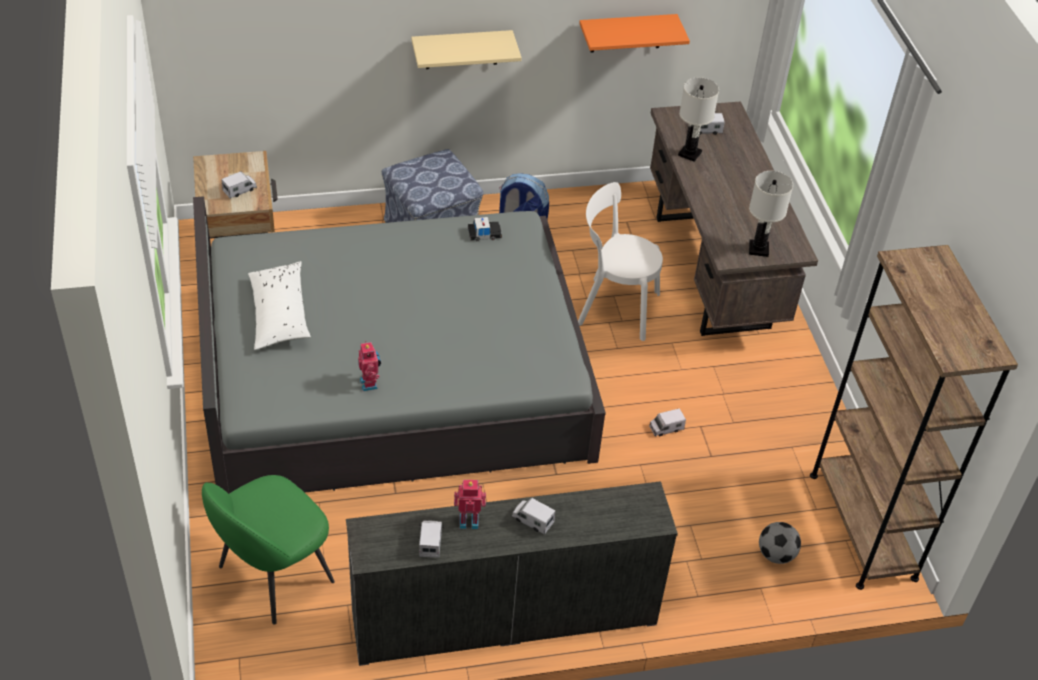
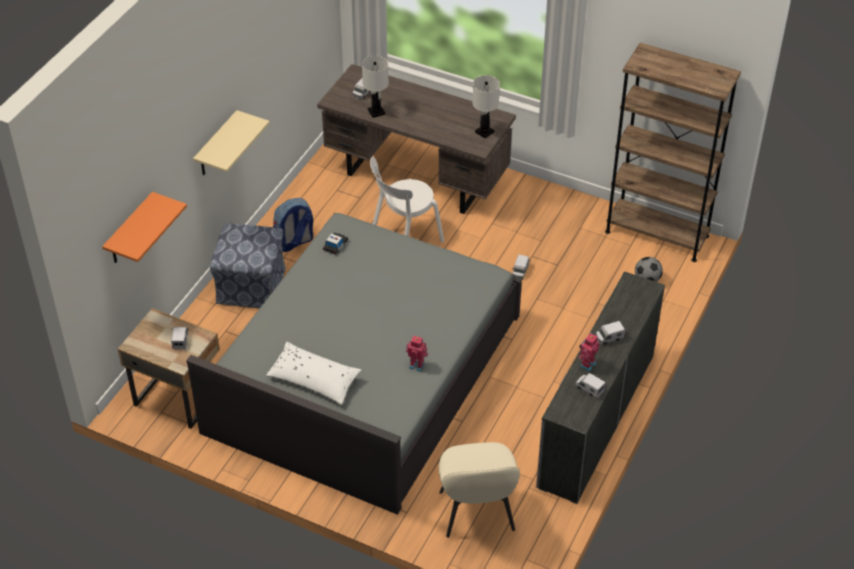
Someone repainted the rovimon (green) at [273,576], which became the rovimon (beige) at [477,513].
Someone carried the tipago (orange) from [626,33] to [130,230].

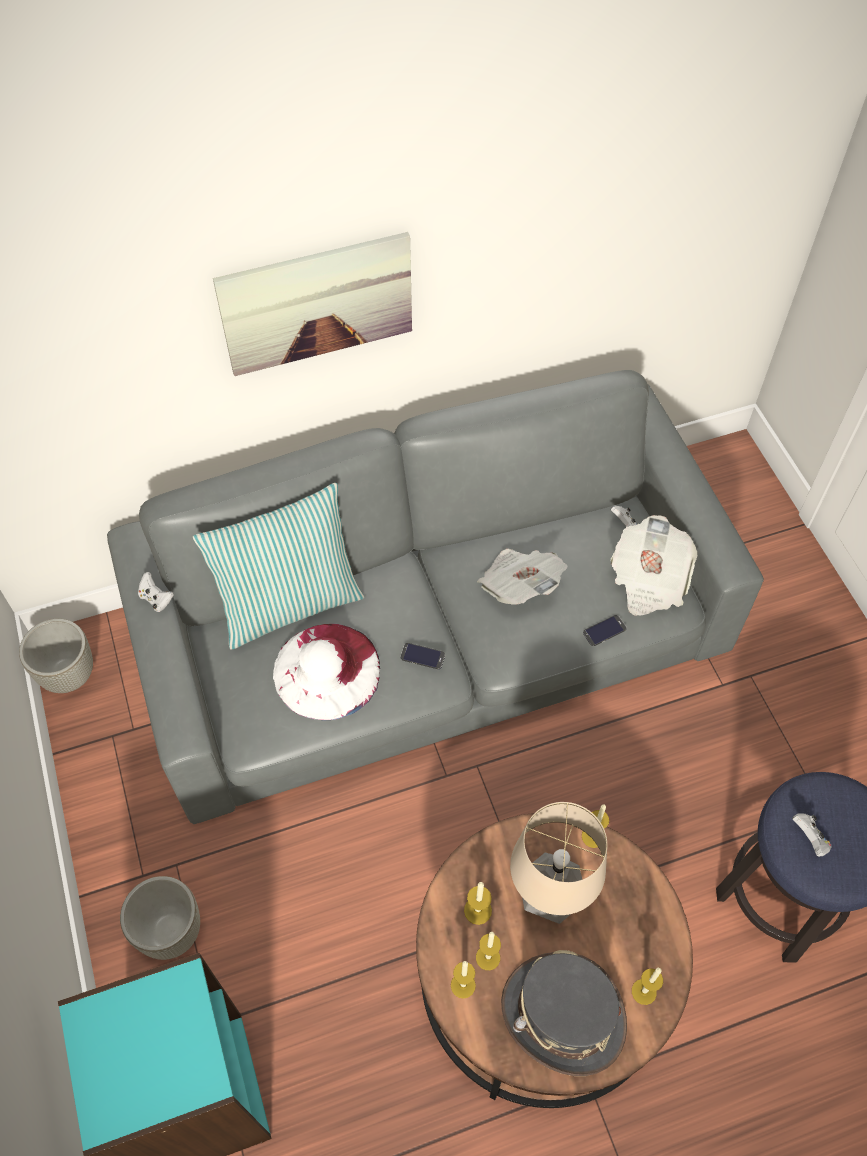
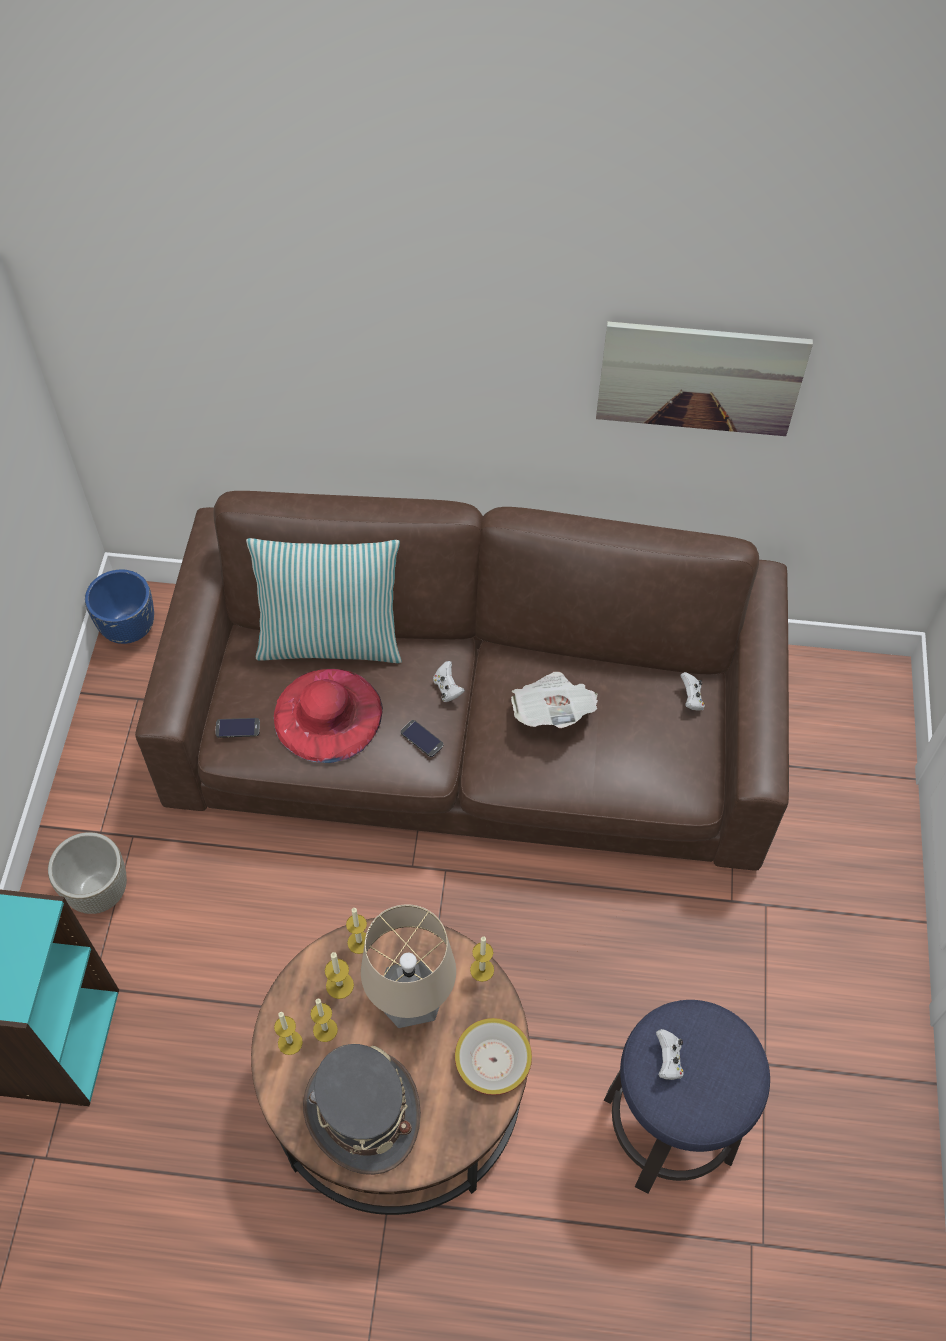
Someone repainted the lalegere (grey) at [69,675], which became the lalegere (blue) at [129,629].
Someone repainted the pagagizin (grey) at [433,635], which became the pagagizin (brown) at [472,731].
Someone carried the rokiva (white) from [156,599] to [447,689].
Someone carried the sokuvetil from [317,304] to [699,378].
Someone repainted the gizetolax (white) at [327,670], which became the gizetolax (red) at [328,714].
Someone carried the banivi from [604,631] to [237,728].
Someone took away the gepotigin at [648,580].
Someone carried the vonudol from [644,991] to [359,942].
Someone put down the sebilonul at [493,1060].

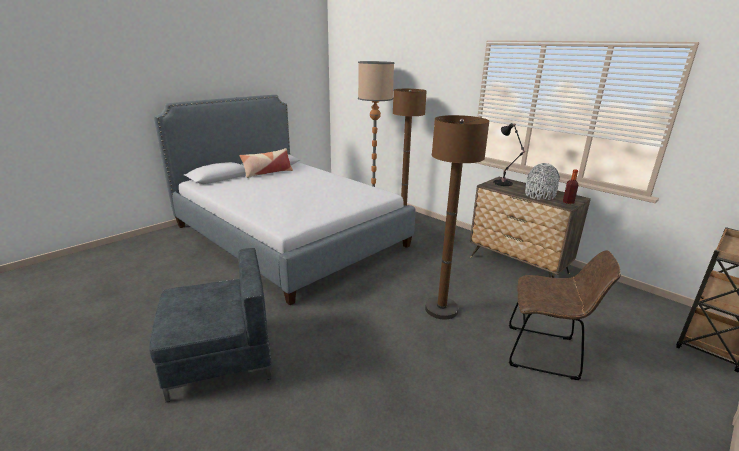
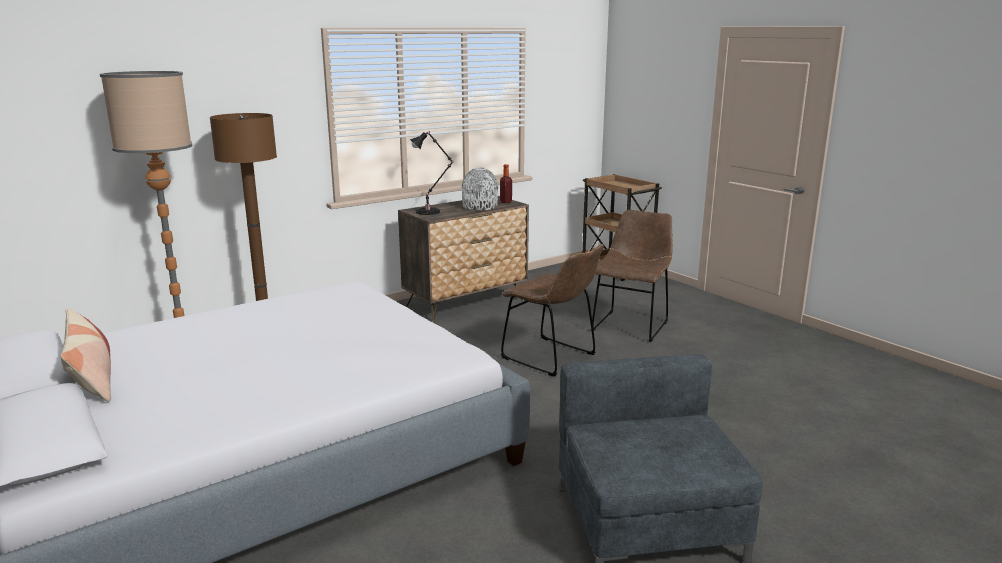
Someone swapped the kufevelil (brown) at [441,309] for the rovimon (brown) at [552,358].

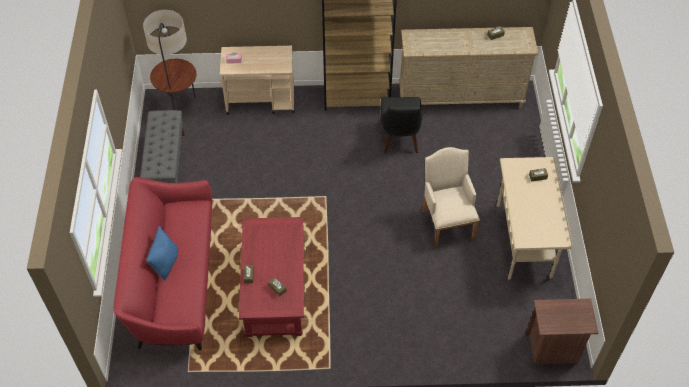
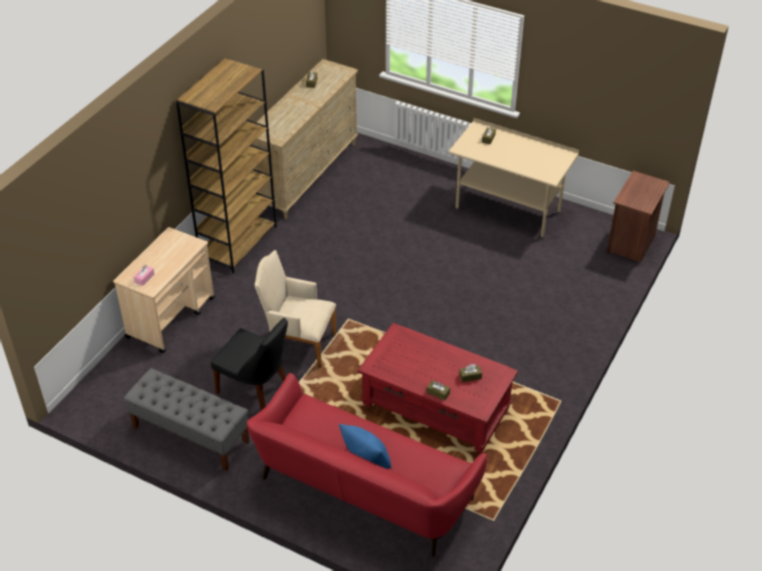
Someone took away the kufevelil at [179,106].
Someone carried the rovimon (black) from [399,139] to [255,389].
Someone carried the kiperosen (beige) from [447,221] to [298,344].

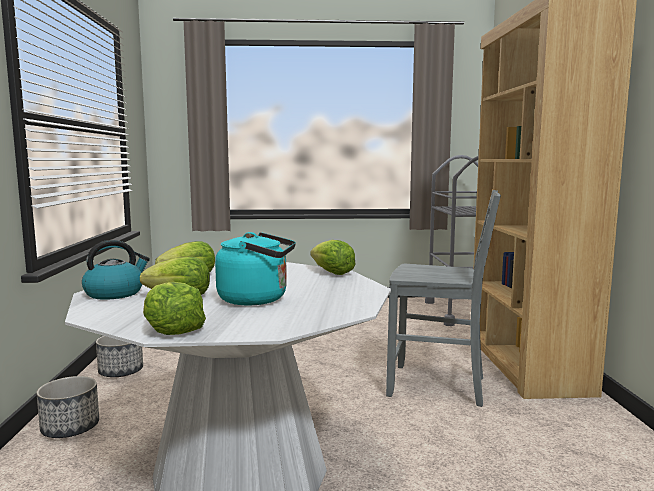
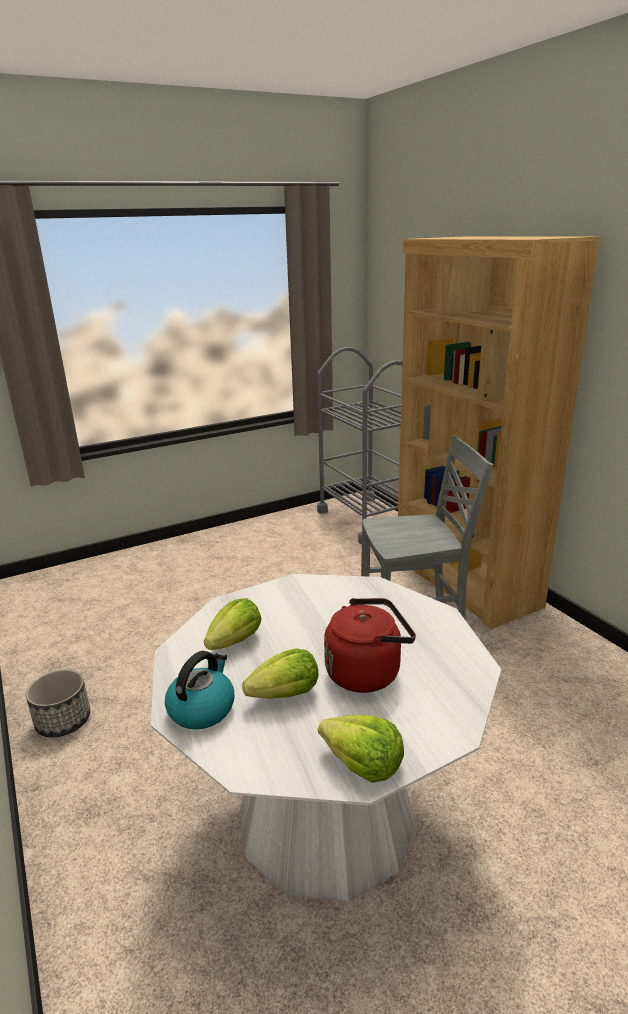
Someone took away the lalegere at [70,428].
Someone repainted the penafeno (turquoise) at [257,299], which became the penafeno (red) at [367,672].
Someone took away the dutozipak at [332,273].

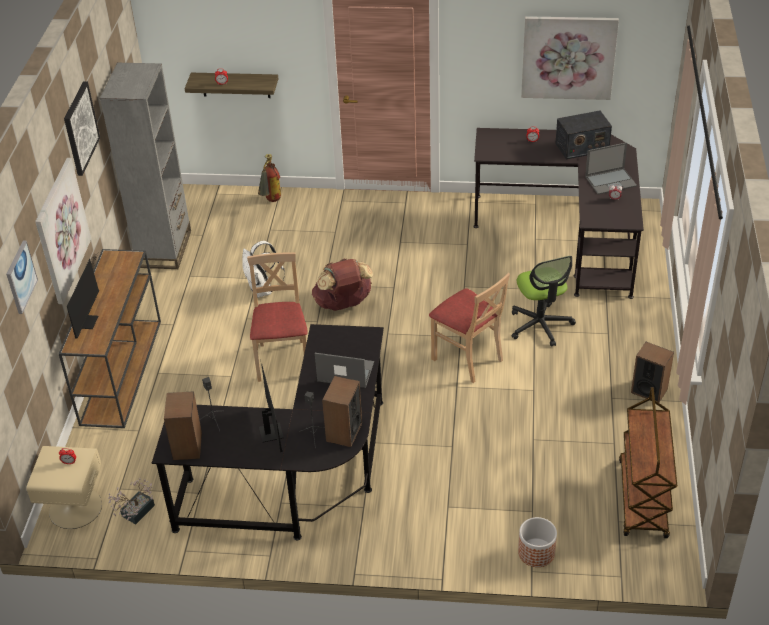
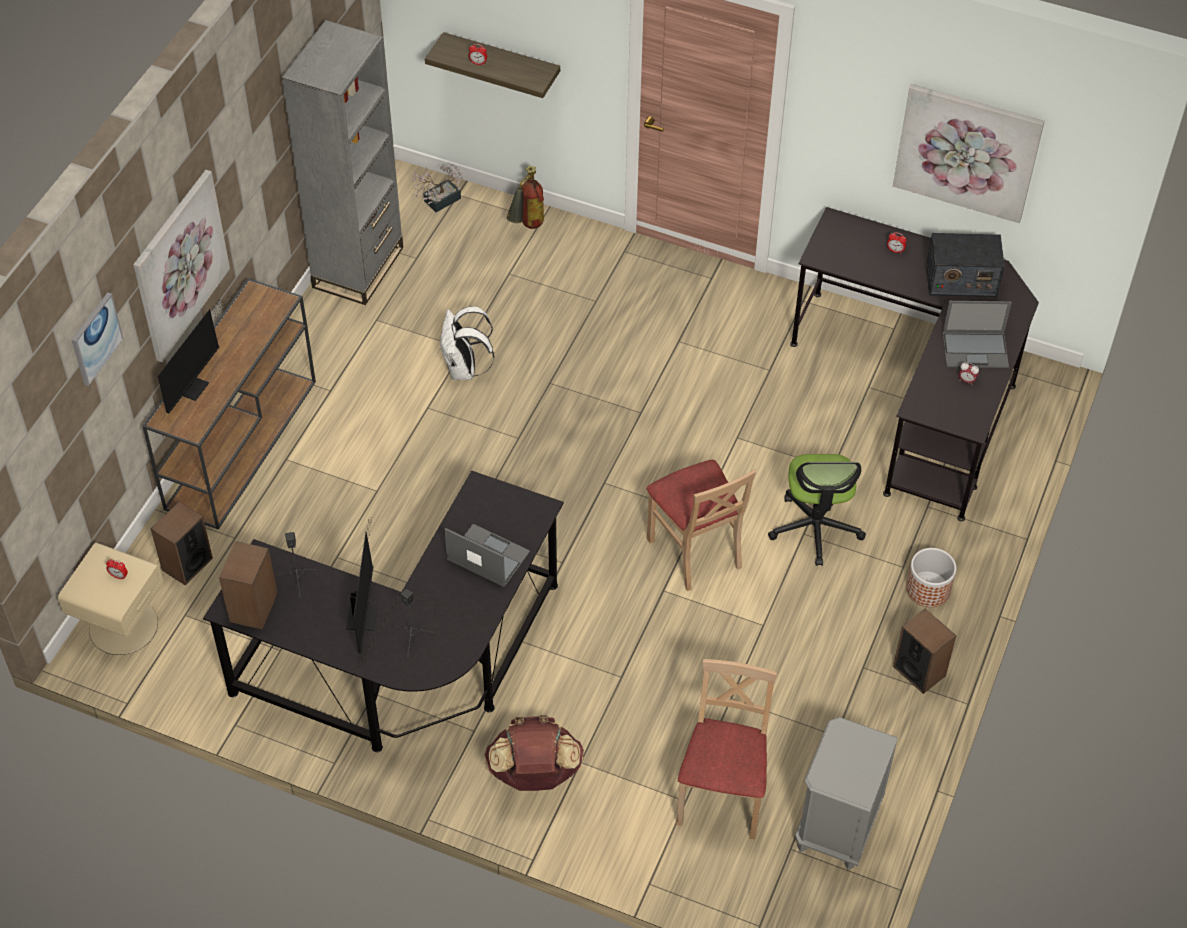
Someone took away the sokuvetil at [80,128].
Someone carried the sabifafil from [135,513] to [438,201].
Someone carried the rovimon (beige) from [283,360] to [722,796].
Someone carried the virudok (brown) from [343,304] to [534,774].
Someone carried the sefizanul from [344,432] to [187,564].
Someone carried the lalegere from [536,553] to [928,589].
Someone swapped the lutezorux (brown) at [643,499] for the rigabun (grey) at [837,827].

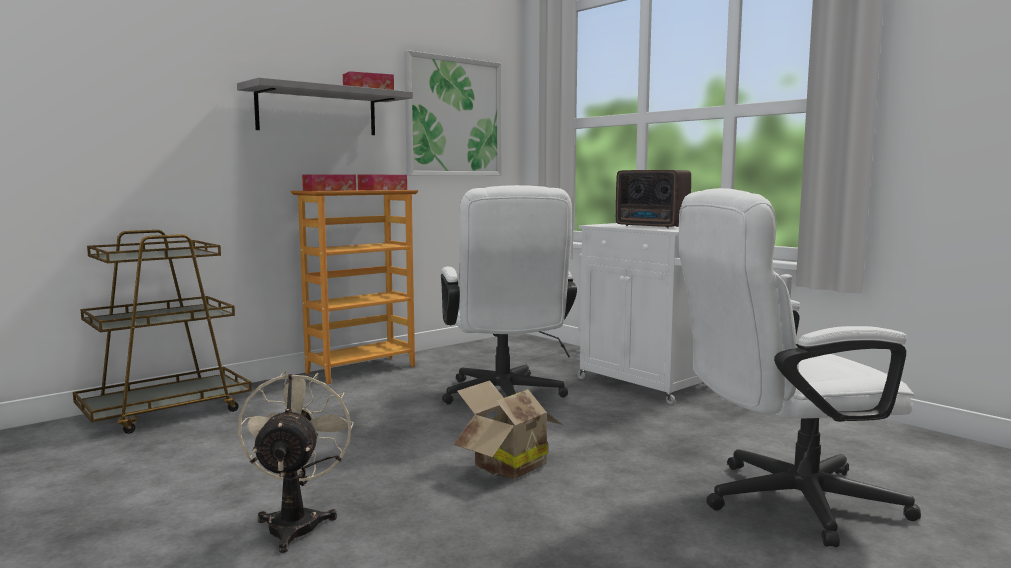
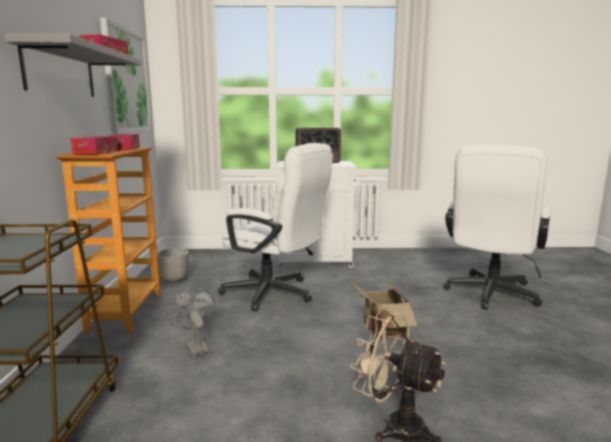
Someone put down the lalegere at [174,280].
Someone put down the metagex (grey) at [194,346].

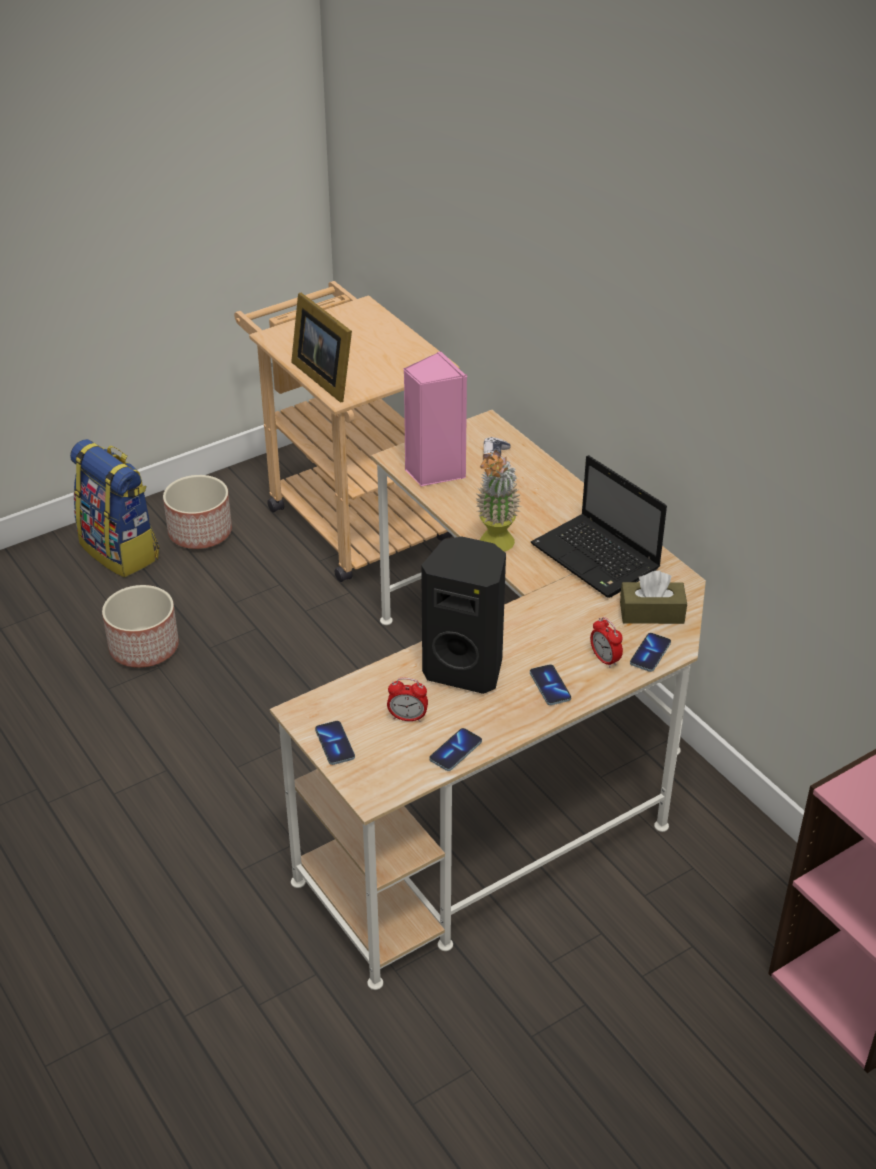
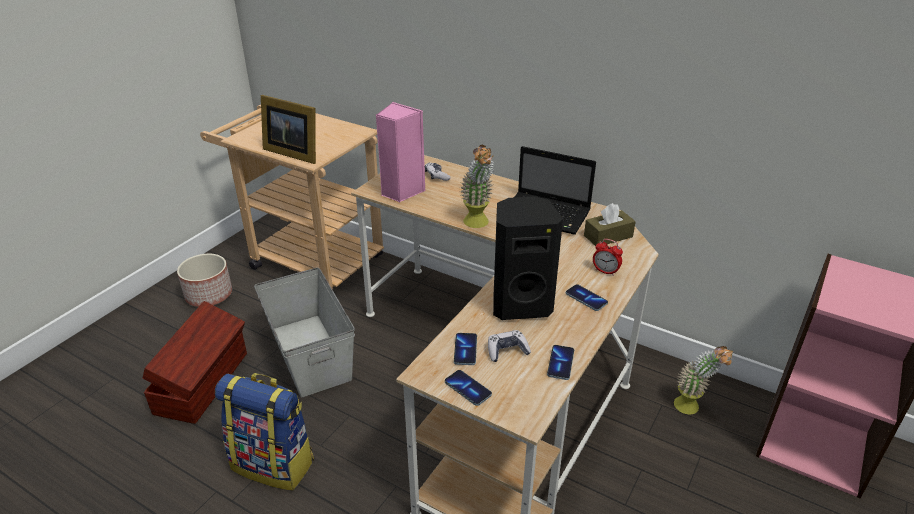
Someone carried the virudok from [121,551] to [274,463].
Someone swapped the lalegere at [144,647] for the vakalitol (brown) at [204,382].
Someone swapped the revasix at [407,717] for the rokiva at [507,351].
Someone carried the banivi from [650,653] to [465,350].
Someone put down the vakalitol (grey) at [310,353].
Someone put down the sabifafil at [692,408].

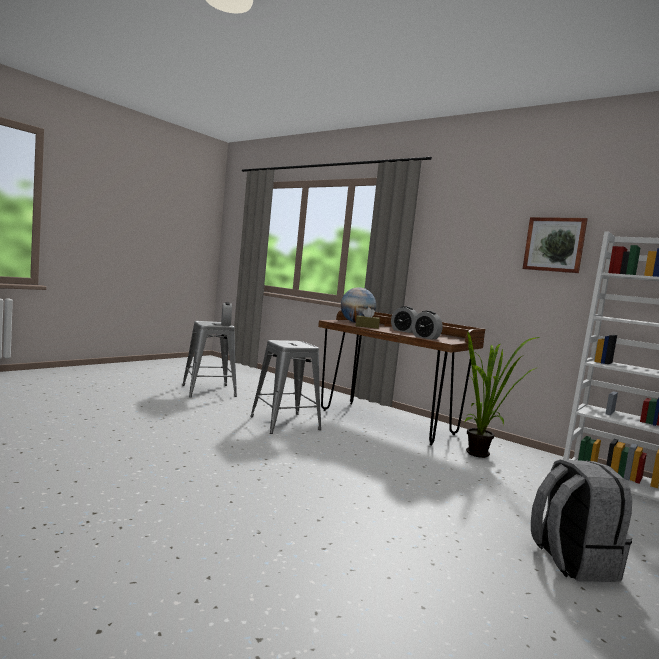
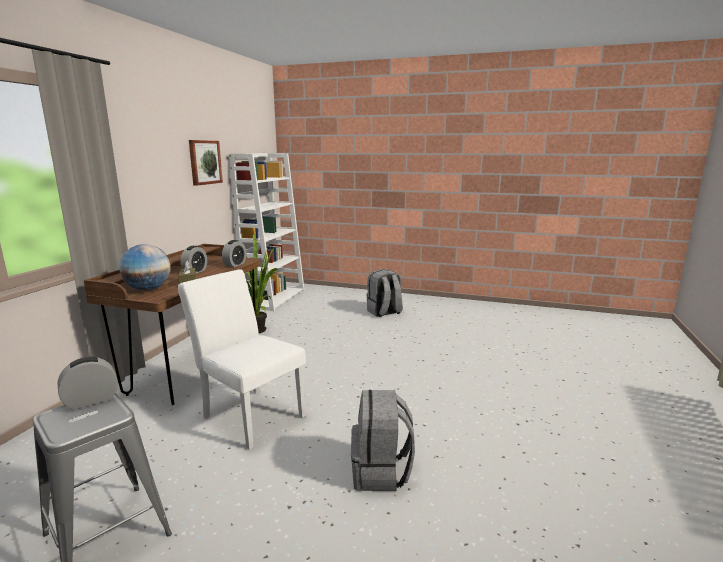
Someone swapped the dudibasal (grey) at [284,423] for the rovimon (white) at [249,414].
Someone put down the virudok (grey) at [381,472].

